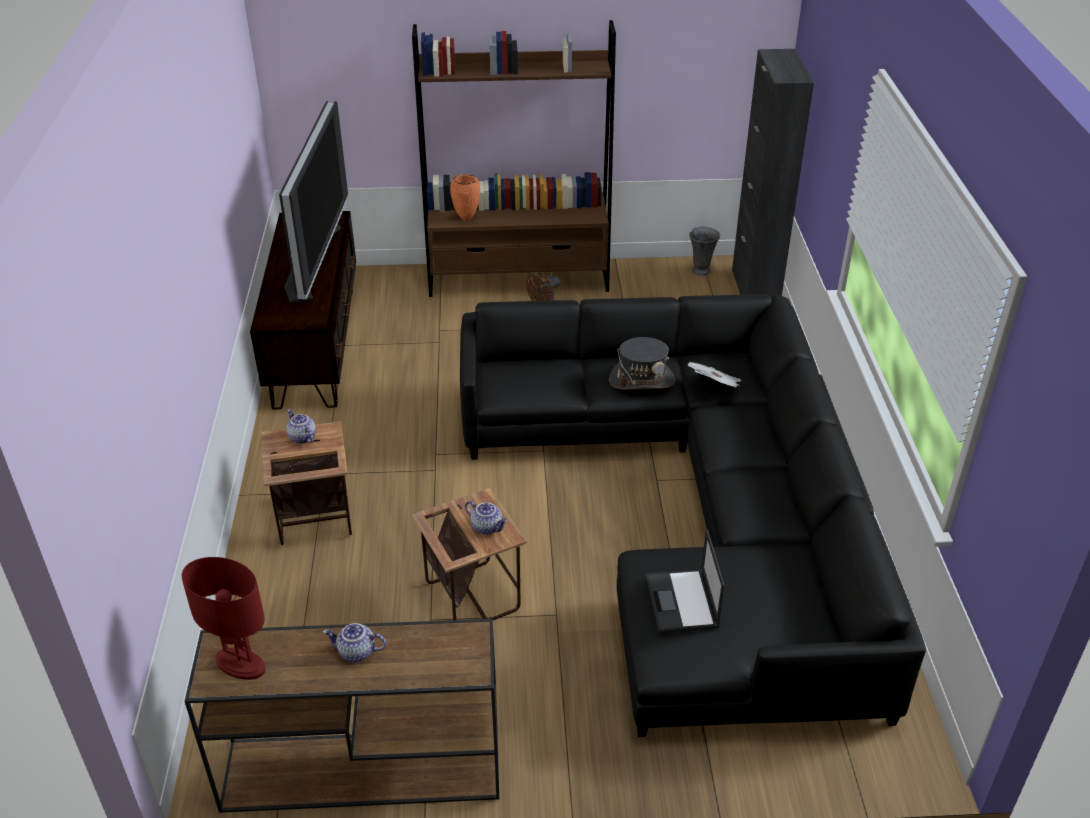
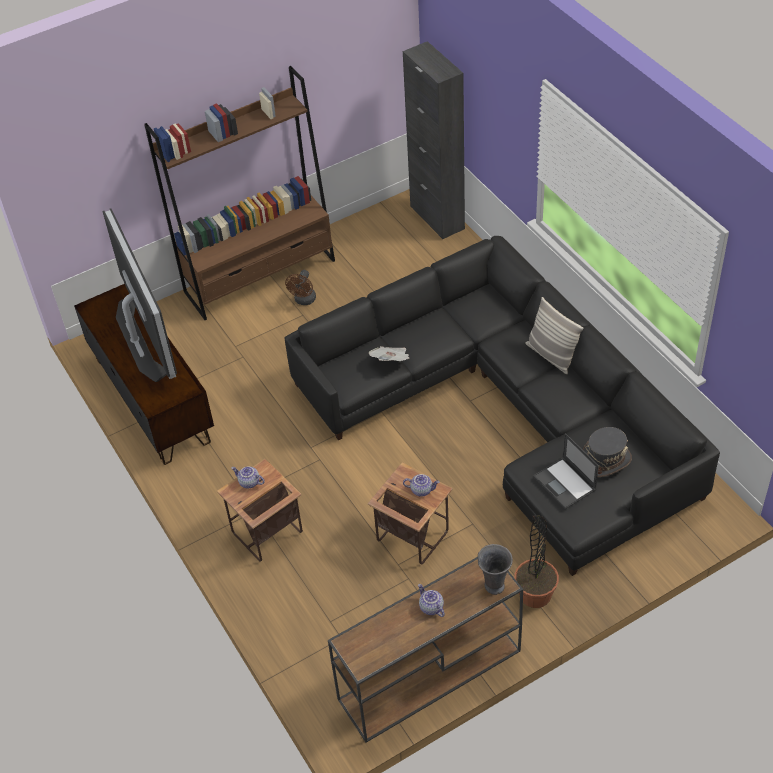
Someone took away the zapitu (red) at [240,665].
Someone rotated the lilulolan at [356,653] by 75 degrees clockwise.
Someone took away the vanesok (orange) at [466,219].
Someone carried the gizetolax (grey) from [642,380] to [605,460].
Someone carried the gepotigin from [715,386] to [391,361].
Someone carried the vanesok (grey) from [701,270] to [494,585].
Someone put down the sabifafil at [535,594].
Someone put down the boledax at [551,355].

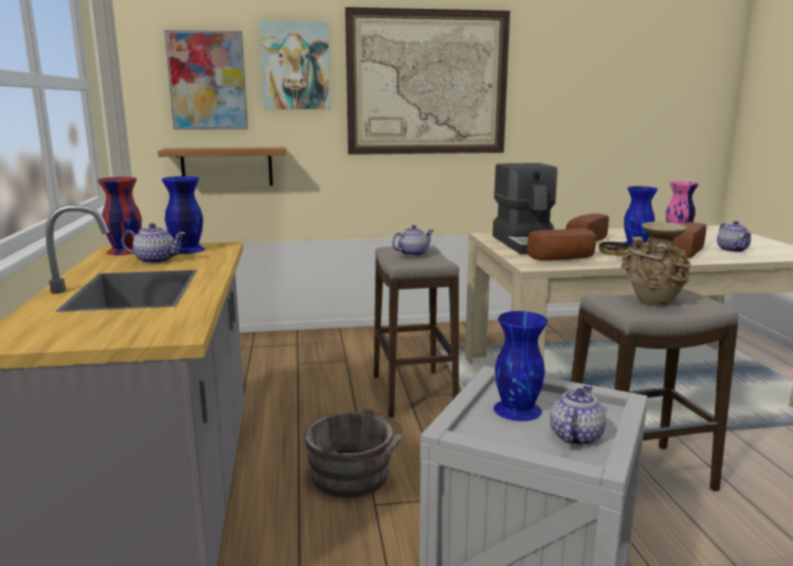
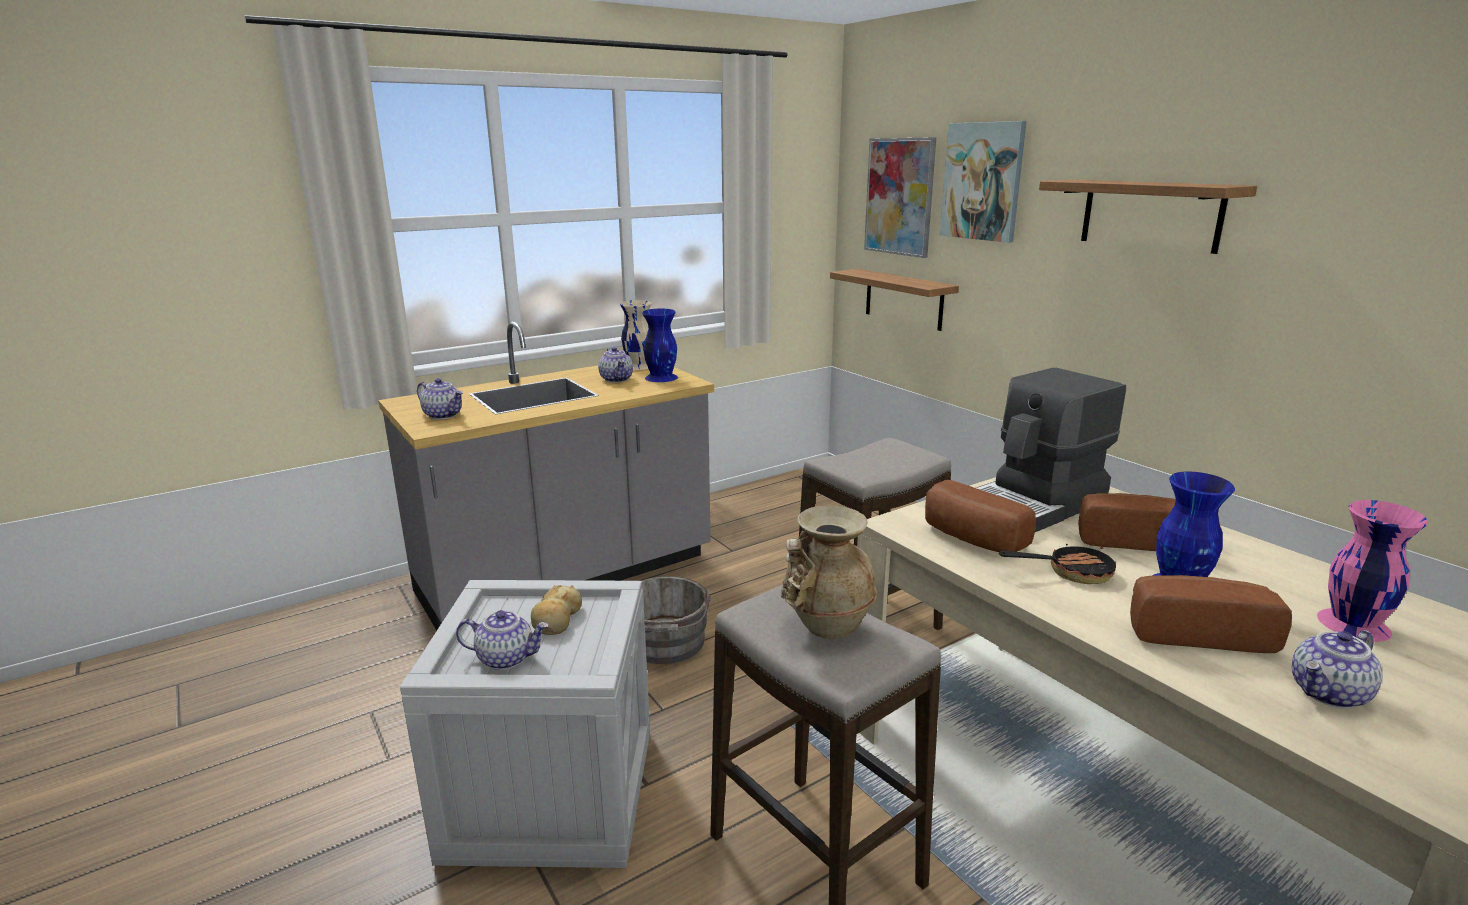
Someone repainted the vanesok (red) at [125,251], which became the vanesok (beige) at [638,365].
Someone swapped the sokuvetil at [427,83] for the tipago at [1150,215].
Someone carried the lilulolan from [413,254] to [444,415].
Someone swapped the vanesok (blue) at [517,409] for the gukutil at [556,619].

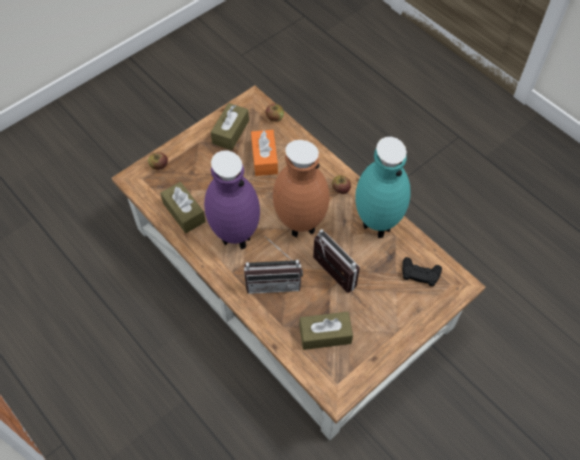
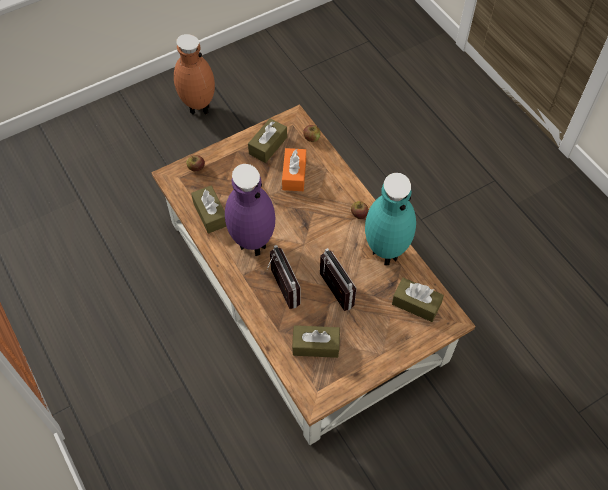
Someone rotated the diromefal at [273,281] by 120 degrees counterclockwise.
Someone carried the vanesok (brown) from [299,227] to [198,109].
Someone swapped the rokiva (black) at [420,273] for the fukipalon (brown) at [416,304].

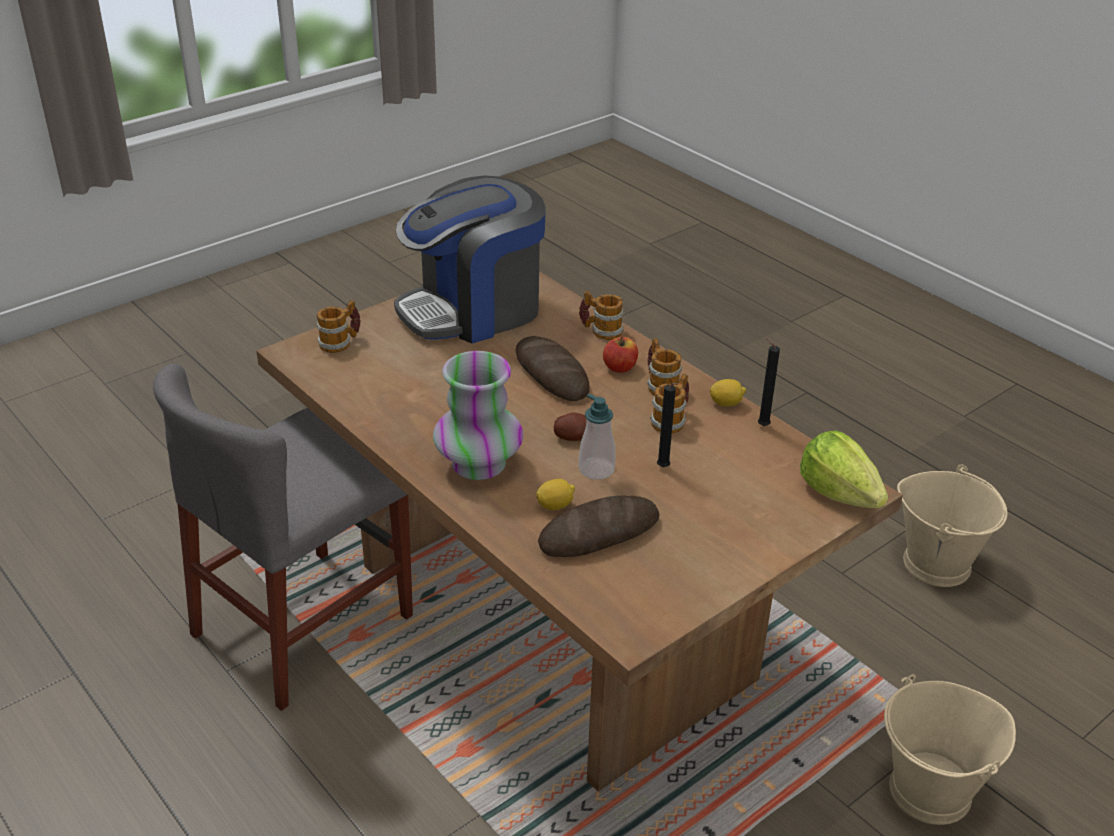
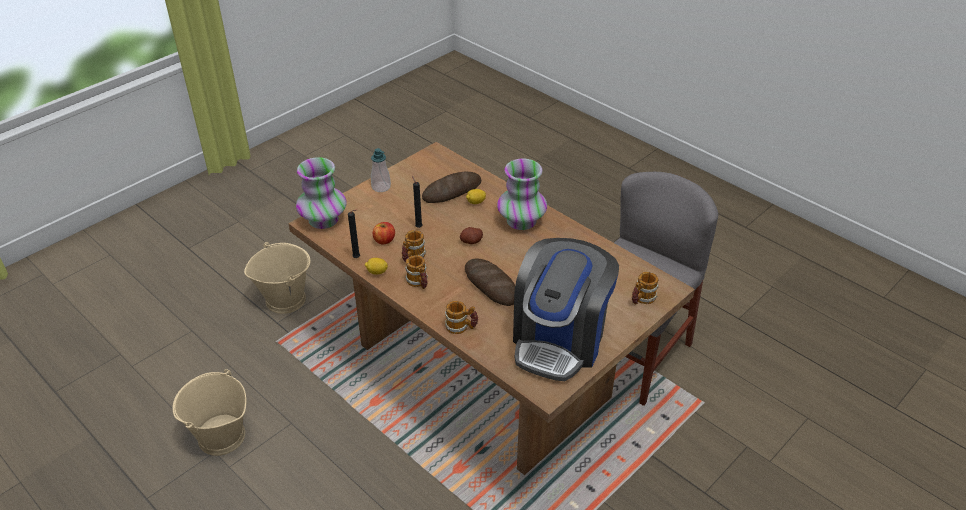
Someone rotated the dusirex at [473,310] by 150 degrees clockwise.
Someone carried the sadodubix from [596,469] to [381,187].
Someone carried the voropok from [620,367] to [384,240].
Someone swapped the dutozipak at [839,493] for the vanesok at [323,220].

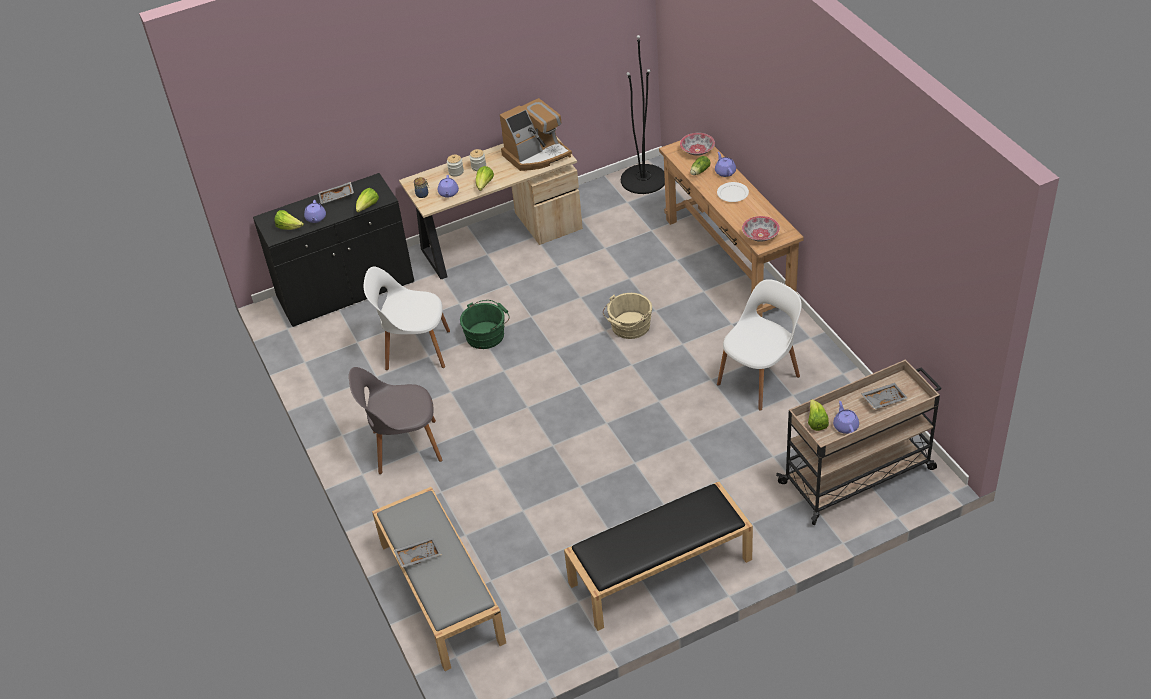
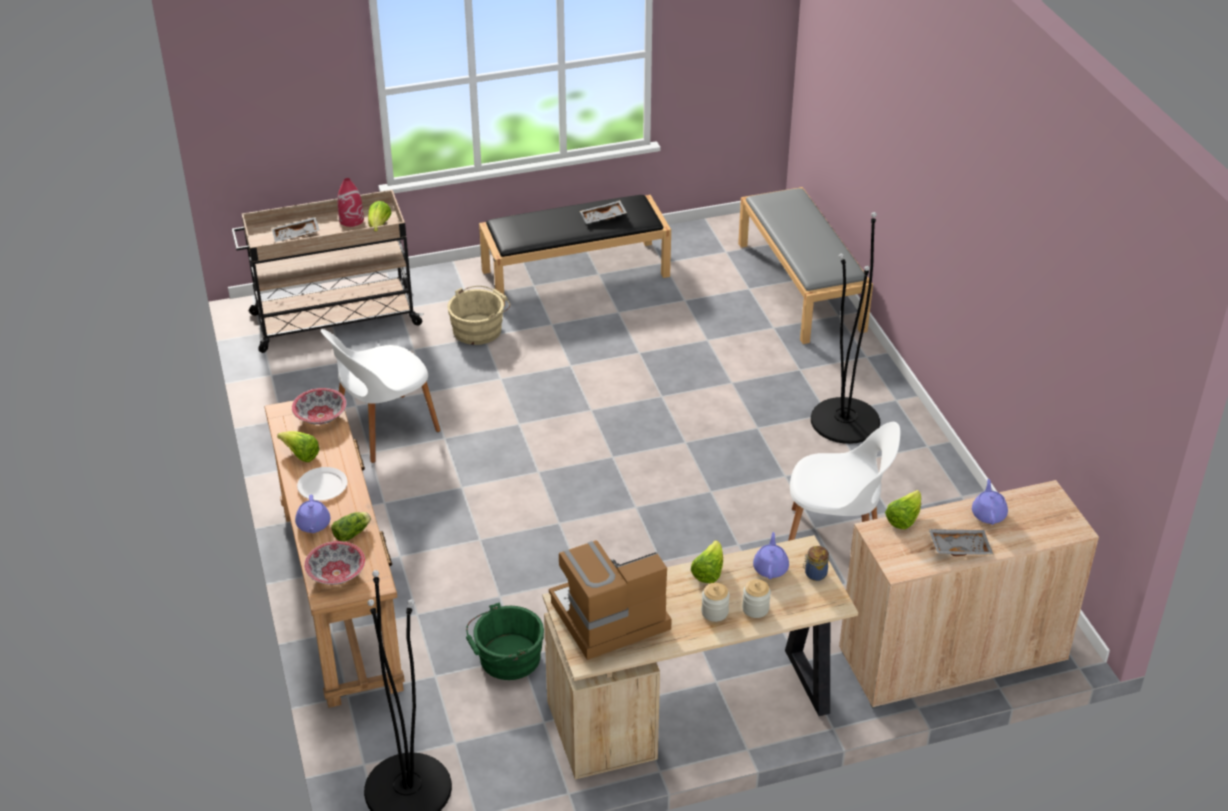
Someone repainted the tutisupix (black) at [346,291], which became the tutisupix (beige) at [952,655].
Someone carried the dutozipak from [289,227] to [301,455].
Someone swapped the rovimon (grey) at [404,447] for the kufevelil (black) at [845,421].
Someone carried the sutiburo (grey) from [418,555] to [603,218].
Someone carried the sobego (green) from [487,334] to [506,659].
Someone carried the sobego (beige) from [629,327] to [479,329].
Someone swapped the lilulolan (purple) at [845,426] for the vanesok (red) at [351,220].

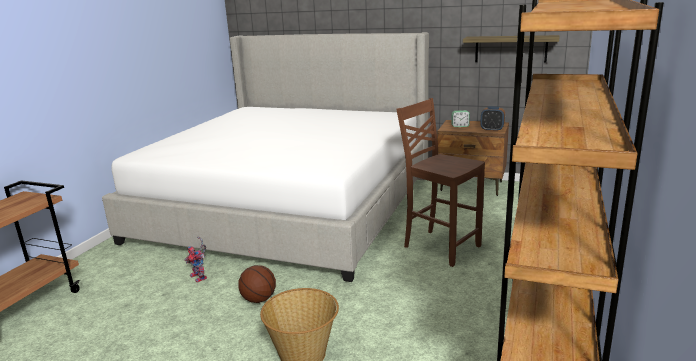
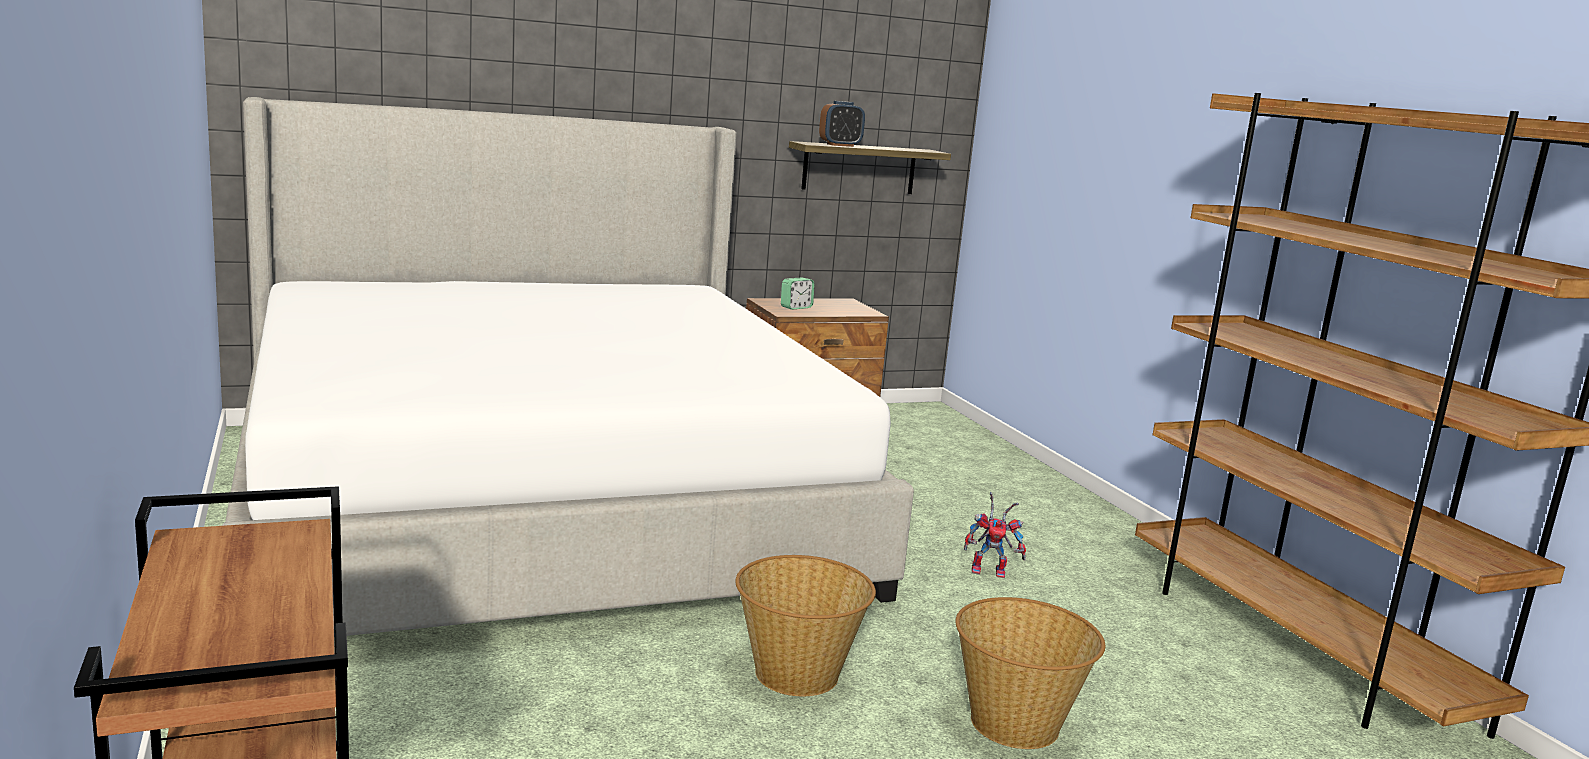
Someone carried the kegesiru from [200,277] to [991,571].
Someone swapped the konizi at [259,299] for the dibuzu at [797,673].
Someone took away the rovimon (brown) at [440,246].
Someone carried the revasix from [492,130] to [840,145].

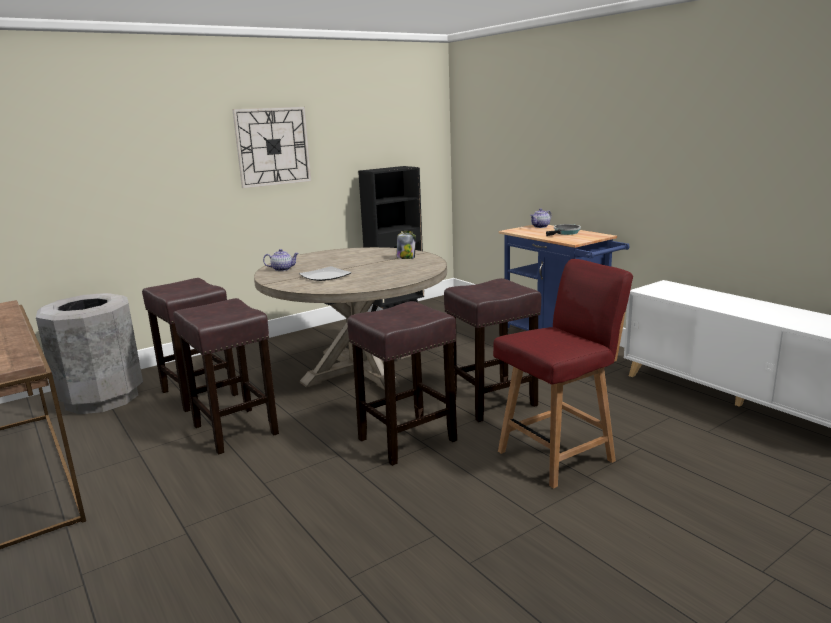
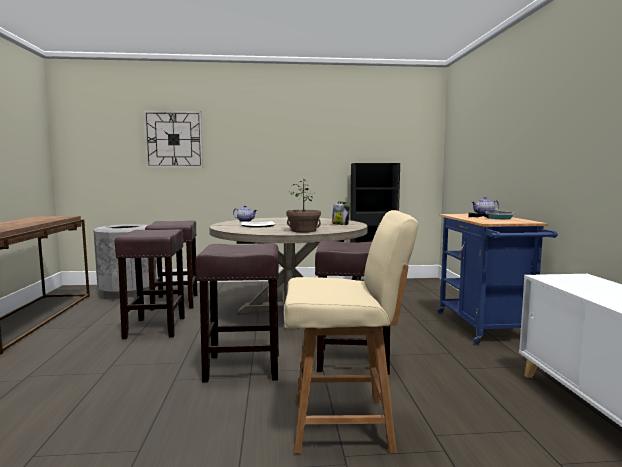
Someone carried the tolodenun from [273,146] to [174,139].
Someone repainted the rovimon (red) at [558,455], which became the rovimon (beige) at [344,424].
Someone put down the sabifafil at [303,230].

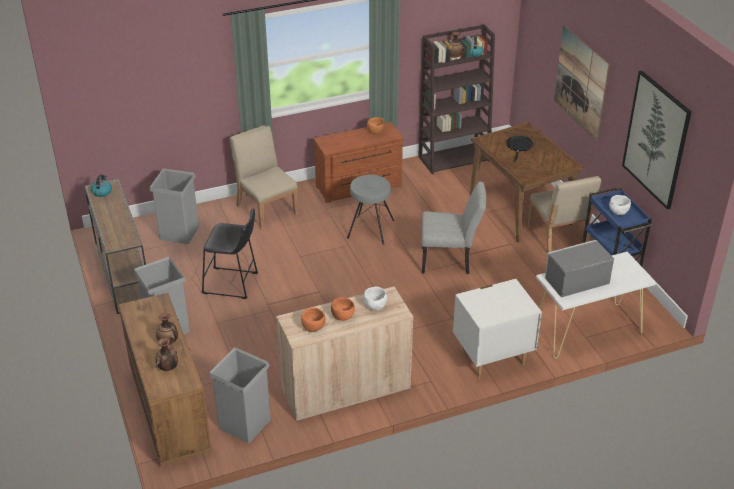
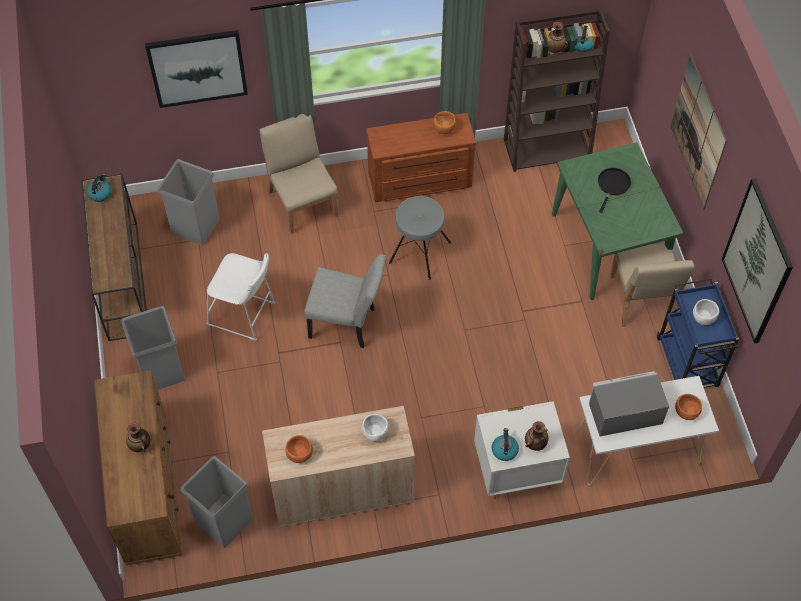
Someone carried the vanesok from [168,368] to [535,444].
Someone repainted the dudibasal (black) at [233,284], which became the dudibasal (white) at [244,315].
Someone carried the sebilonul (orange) from [342,317] to [686,412].
Someone carried the rovimon (grey) from [450,261] to [347,324].
Someone repainted the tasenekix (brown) at [520,209], which became the tasenekix (green) at [608,247].
Someone put up the sokuvetil at [197,68].
Someone put down the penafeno at [504,450].

